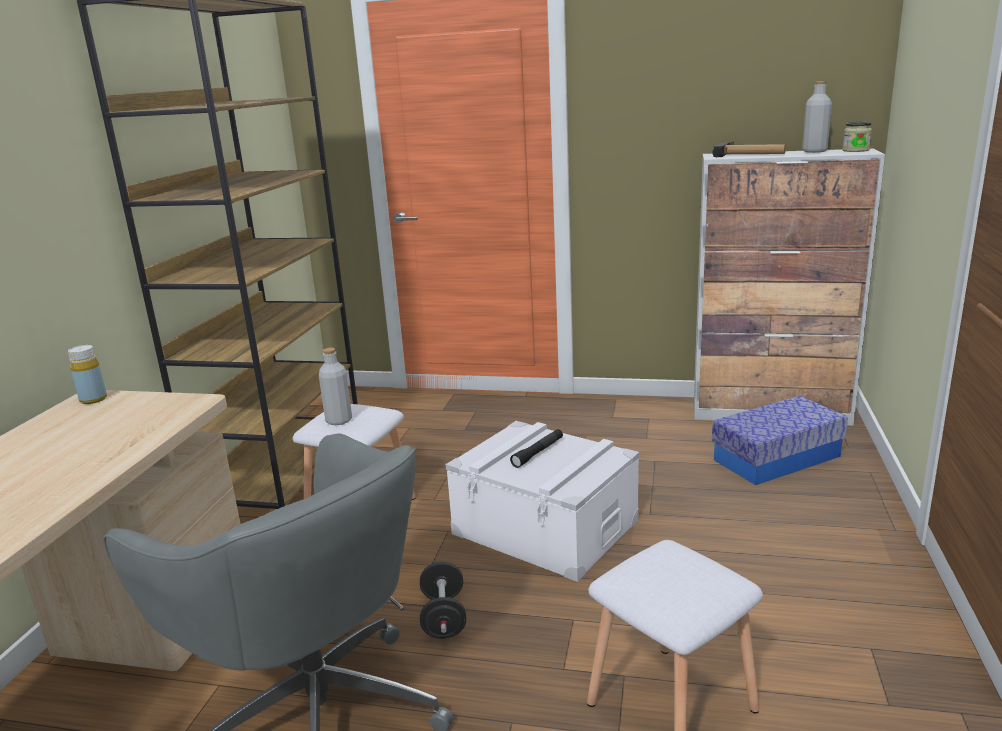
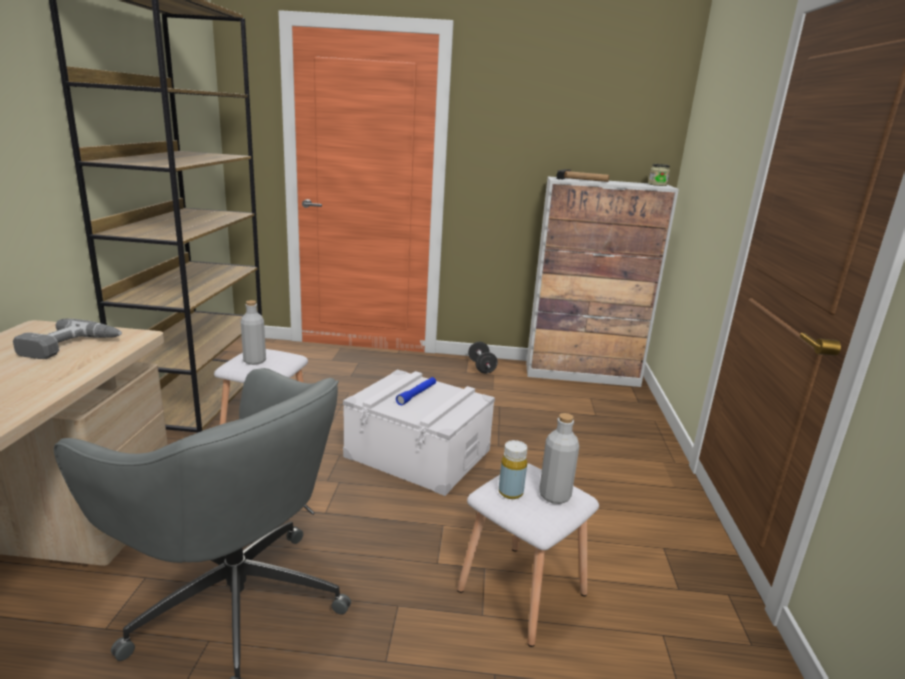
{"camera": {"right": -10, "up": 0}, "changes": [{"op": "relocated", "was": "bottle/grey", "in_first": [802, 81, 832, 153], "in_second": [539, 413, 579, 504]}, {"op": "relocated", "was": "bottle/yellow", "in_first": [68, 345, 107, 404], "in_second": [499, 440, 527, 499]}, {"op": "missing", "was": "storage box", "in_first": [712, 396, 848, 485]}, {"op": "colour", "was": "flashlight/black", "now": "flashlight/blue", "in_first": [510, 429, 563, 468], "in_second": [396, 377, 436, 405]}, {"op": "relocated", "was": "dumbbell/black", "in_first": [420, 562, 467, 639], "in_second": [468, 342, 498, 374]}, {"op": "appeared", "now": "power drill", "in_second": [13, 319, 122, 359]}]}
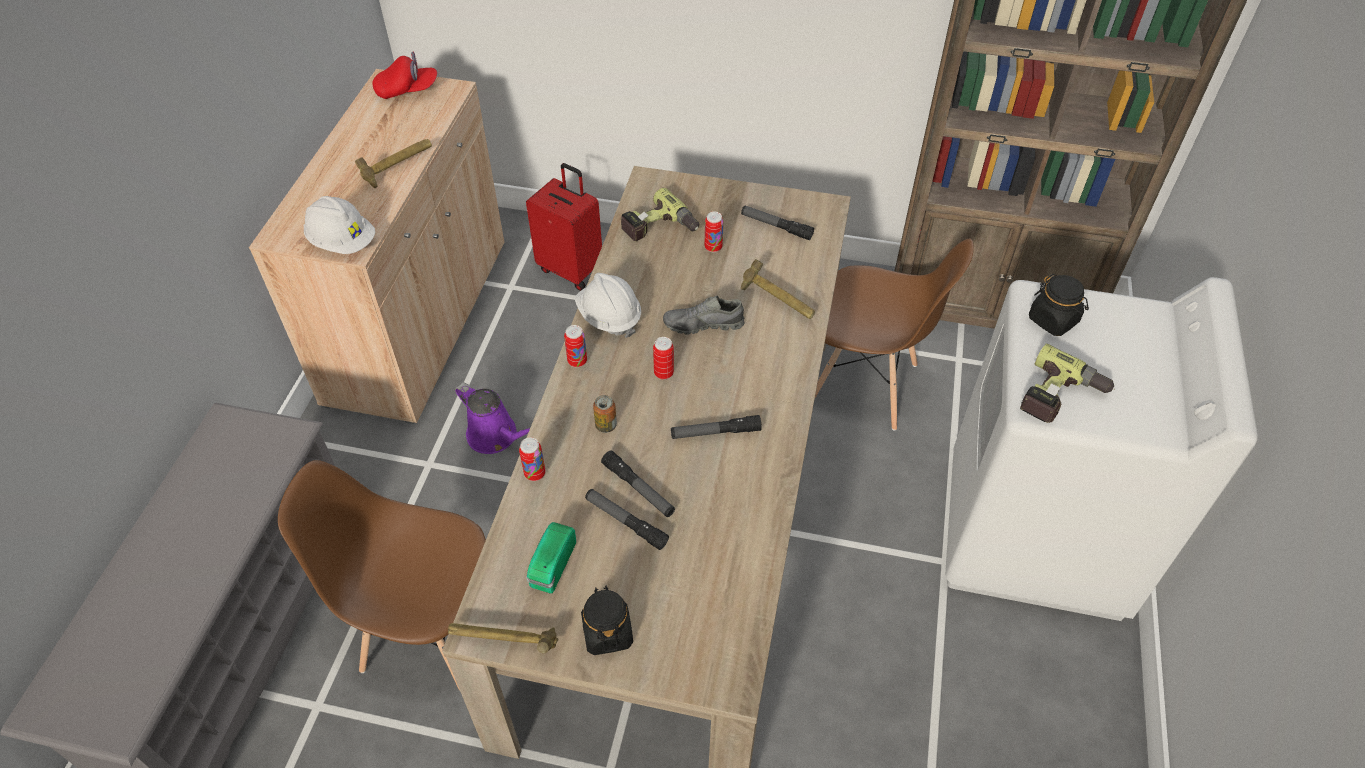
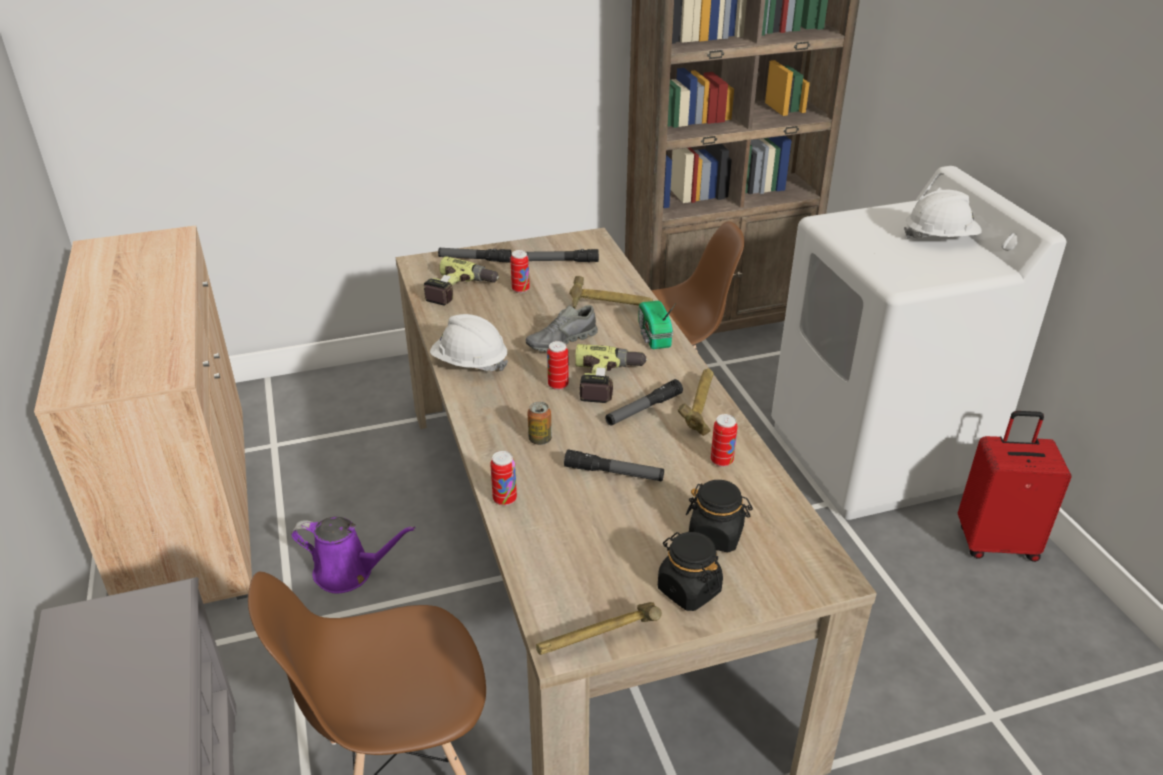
{"camera": {"right": -30, "up": -15}, "changes": [{"op": "missing", "was": "cap/red", "in_first": [372, 51, 437, 99]}, {"op": "relocated", "was": "hammer", "in_first": [355, 139, 432, 188], "in_second": [678, 368, 714, 436]}, {"op": "relocated", "was": "suitcase/red", "in_first": [526, 163, 602, 291], "in_second": [958, 411, 1072, 562]}, {"op": "relocated", "was": "hard hat/white", "in_first": [303, 196, 375, 254], "in_second": [904, 190, 982, 238]}, {"op": "relocated", "was": "jar/black", "in_first": [1029, 274, 1089, 336], "in_second": [686, 480, 753, 552]}, {"op": "relocated", "was": "can", "in_first": [564, 325, 587, 367], "in_second": [711, 414, 737, 467]}, {"op": "relocated", "was": "power drill", "in_first": [1020, 343, 1115, 423], "in_second": [575, 344, 648, 403]}, {"op": "relocated", "was": "flashlight", "in_first": [585, 489, 669, 550], "in_second": [438, 248, 512, 263]}, {"op": "relocated", "was": "radio", "in_first": [526, 522, 576, 594], "in_second": [638, 301, 676, 349]}]}
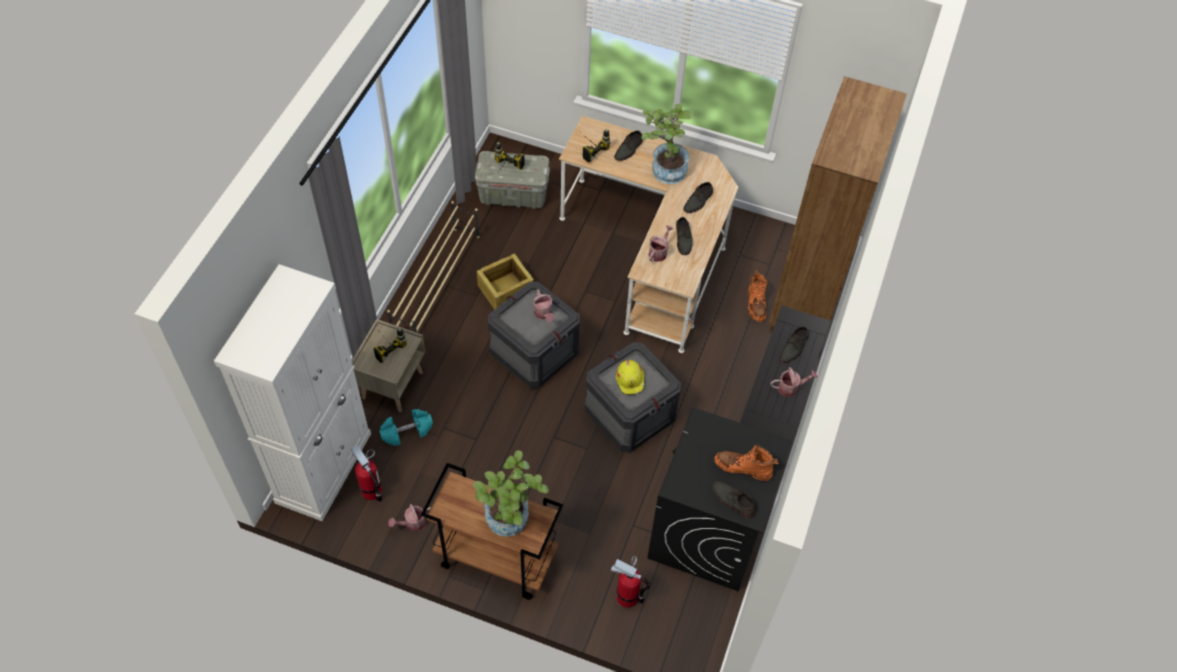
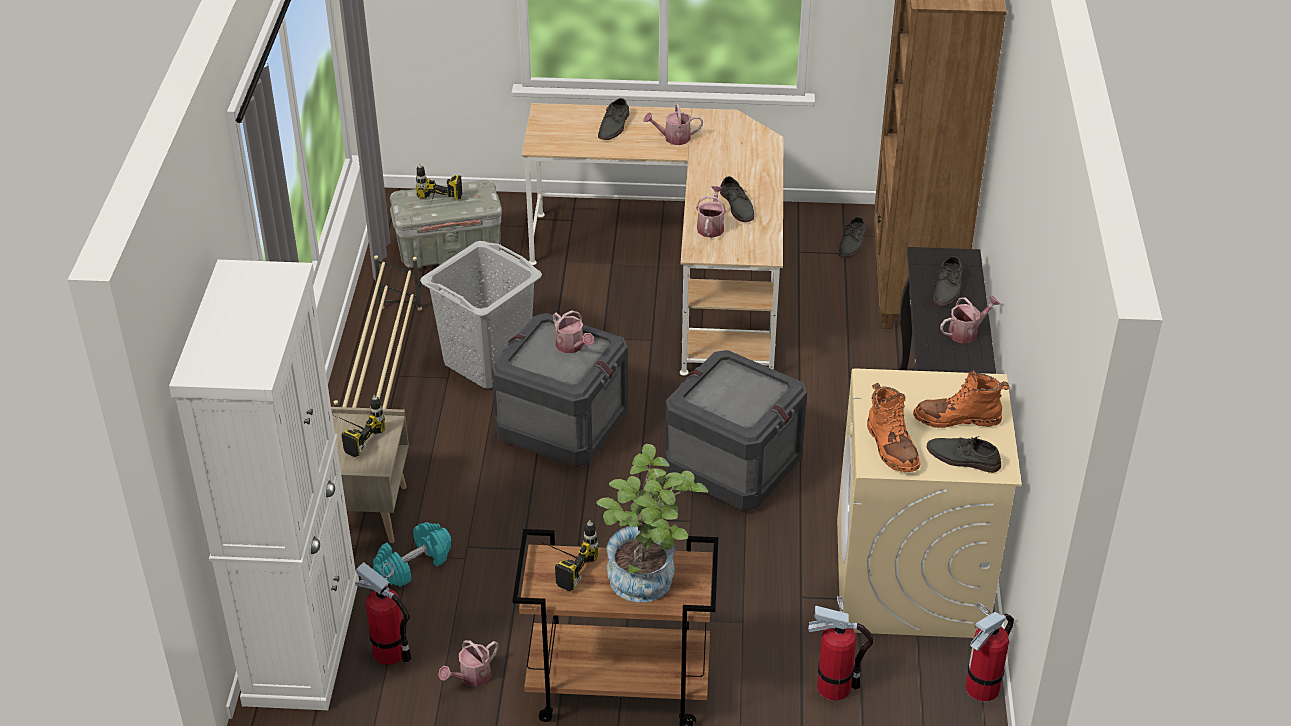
{"camera": {"right": -15, "up": -15}, "changes": [{"op": "exchanged", "was": "potted plant", "now": "watering can", "in_first": [642, 104, 694, 184], "in_second": [643, 104, 703, 145]}, {"op": "relocated", "was": "power drill", "in_first": [582, 128, 610, 162], "in_second": [539, 520, 599, 591]}, {"op": "relocated", "was": "shoe/grey", "in_first": [683, 182, 713, 213], "in_second": [838, 216, 866, 258]}, {"op": "exchanged", "was": "crate", "now": "laundry basket/grey", "in_first": [477, 253, 534, 310], "in_second": [420, 241, 542, 389]}, {"op": "relocated", "was": "boot/orange", "in_first": [748, 270, 768, 322], "in_second": [867, 383, 920, 472]}, {"op": "missing", "was": "hard hat/yellow", "in_first": [616, 360, 645, 395]}, {"op": "colour", "was": "washing machine/black", "now": "washing machine/beige", "in_first": [647, 407, 792, 591], "in_second": [837, 368, 1022, 638]}, {"op": "appeared", "now": "fire extinguisher", "in_second": [966, 602, 1014, 701]}]}
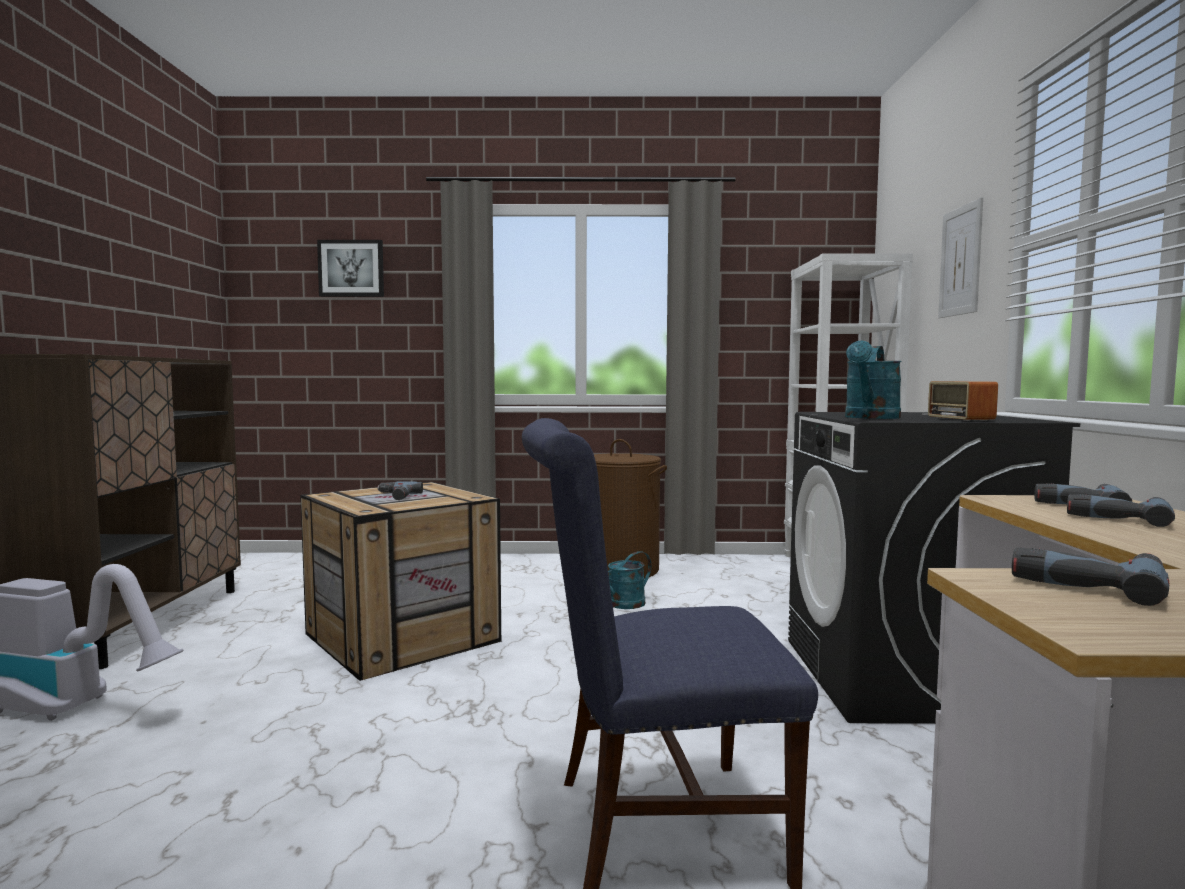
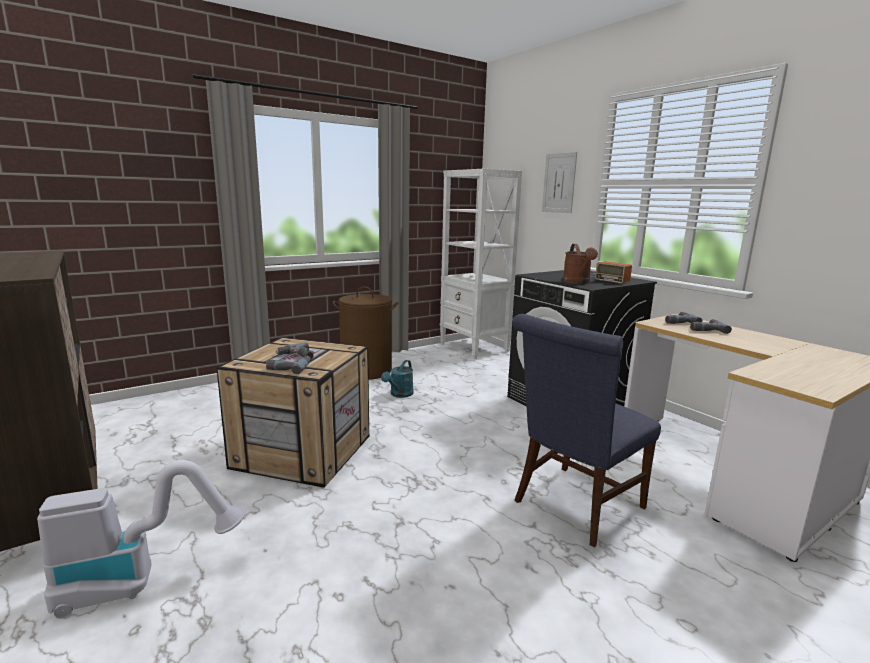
{"camera": {"right": -35, "up": 10}, "changes": [{"op": "missing", "was": "picture", "in_first": [317, 240, 384, 297]}, {"op": "colour", "was": "watering can/turquoise", "now": "watering can/brown", "in_first": [845, 341, 902, 419], "in_second": [563, 244, 598, 284]}, {"op": "relocated", "was": "power drill", "in_first": [1012, 548, 1169, 606], "in_second": [266, 356, 311, 374]}]}
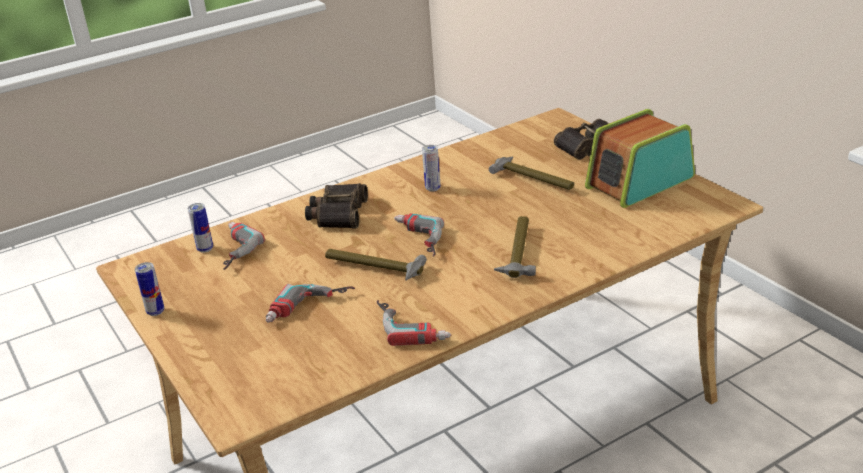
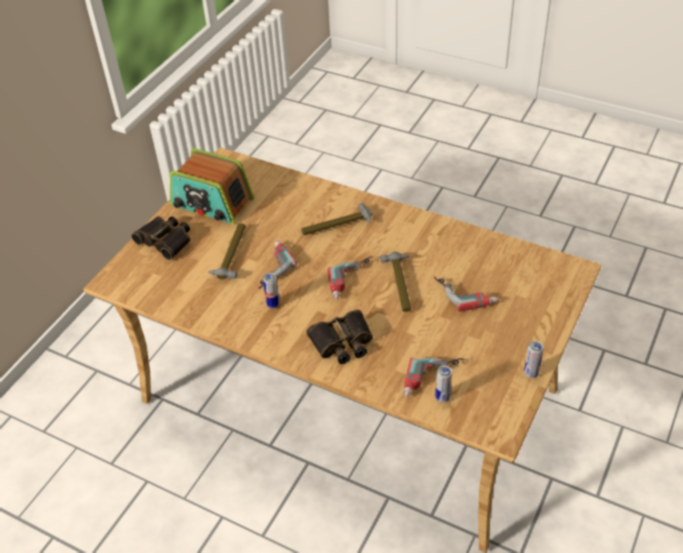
{"camera": {"right": -120, "up": 15}, "changes": [{"op": "relocated", "was": "power drill", "in_first": [377, 300, 451, 346], "in_second": [259, 241, 297, 289]}]}
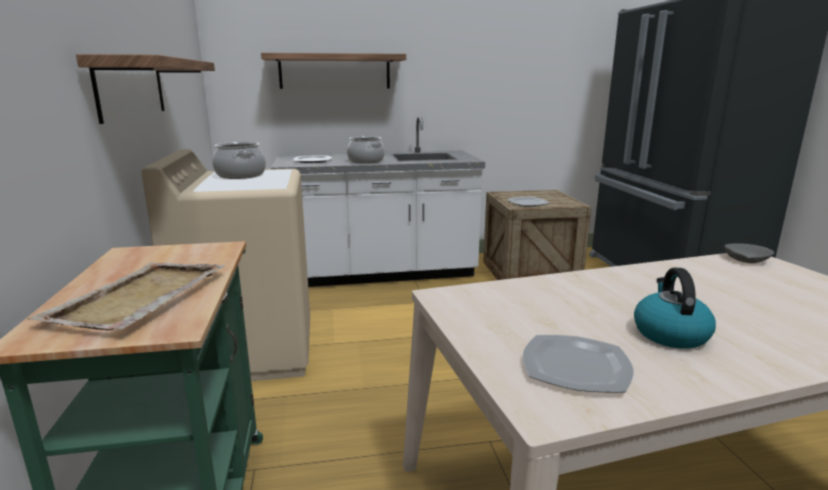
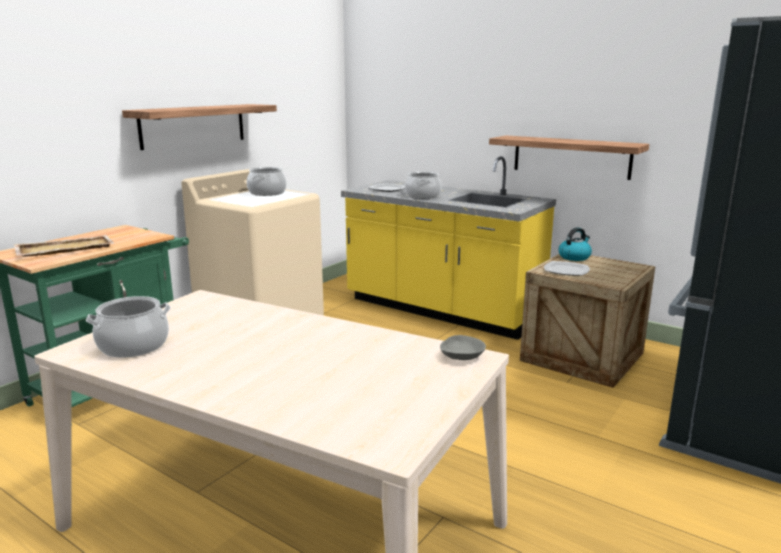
{"camera": {"right": 45, "up": 0}, "changes": [{"op": "relocated", "was": "shelf", "in_first": [261, 53, 406, 89], "in_second": [489, 136, 649, 180]}, {"op": "colour", "was": "counter/white", "now": "counter/yellow", "in_first": [271, 116, 485, 287], "in_second": [341, 156, 556, 340]}, {"op": "relocated", "was": "kettle", "in_first": [634, 268, 716, 349], "in_second": [559, 227, 592, 261]}, {"op": "exchanged", "was": "plate", "now": "cooking pot", "in_first": [523, 335, 634, 393], "in_second": [86, 296, 171, 358]}]}
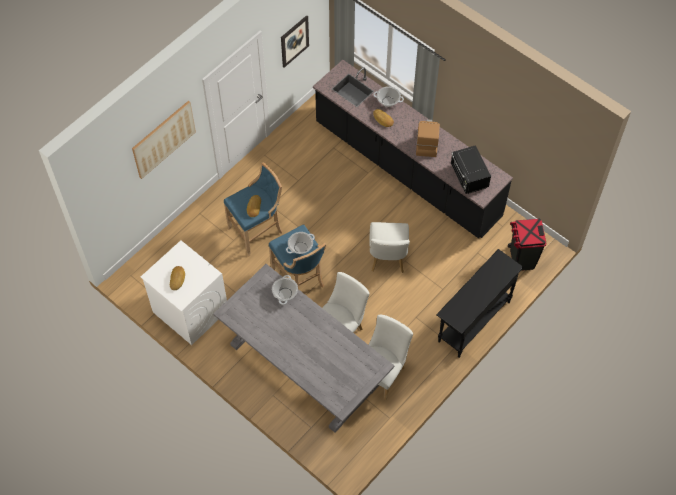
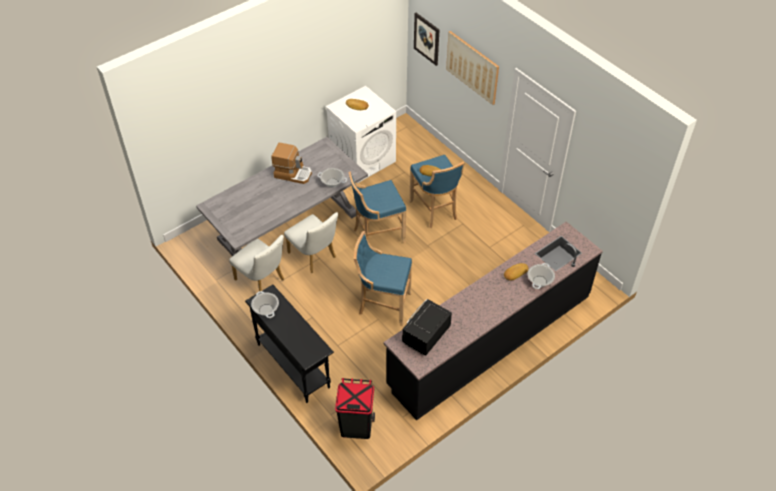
{"camera": {"right": 100, "up": -10}, "changes": [{"op": "relocated", "was": "picture", "in_first": [281, 15, 309, 68], "in_second": [414, 13, 439, 66]}, {"op": "relocated", "was": "coffee machine", "in_first": [416, 119, 440, 157], "in_second": [271, 143, 312, 184]}, {"op": "spun", "was": "microwave/black", "in_first": [451, 145, 491, 194], "in_second": [402, 299, 452, 355], "clockwise": -45}, {"op": "exchanged", "was": "chair/white", "now": "stool/blue", "in_first": [369, 222, 410, 273], "in_second": [354, 231, 412, 326]}, {"op": "relocated", "was": "cooking pot", "in_first": [286, 232, 315, 254], "in_second": [251, 291, 279, 318]}]}
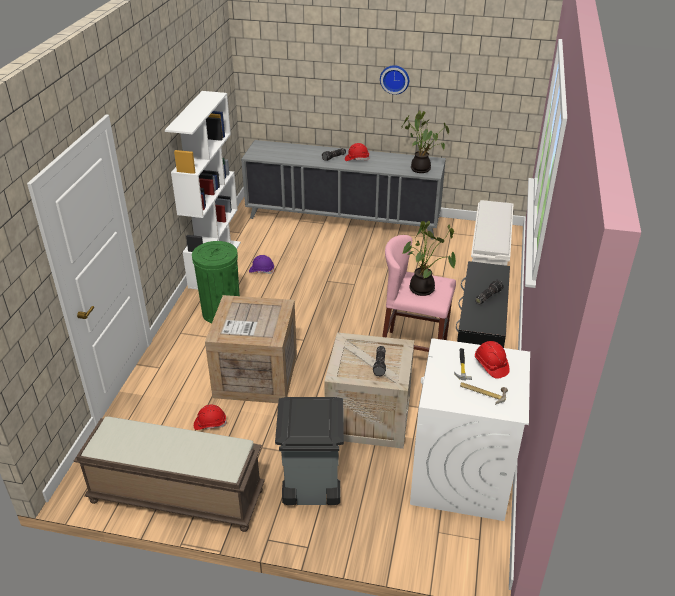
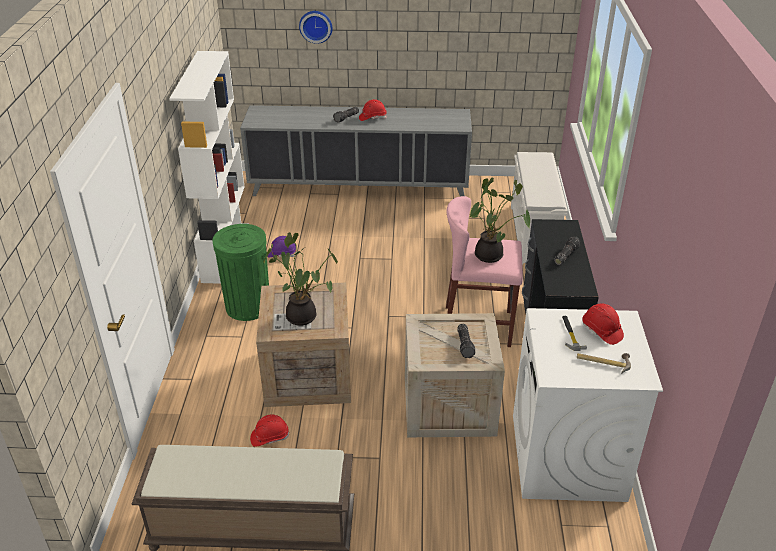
{"camera": {"right": -10, "up": 0}, "changes": [{"op": "relocated", "was": "wall clock", "in_first": [380, 65, 409, 95], "in_second": [299, 11, 332, 44]}, {"op": "relocated", "was": "potted plant", "in_first": [401, 110, 449, 173], "in_second": [263, 232, 338, 326]}, {"op": "missing", "was": "trash can/grey", "in_first": [275, 397, 344, 505]}]}
